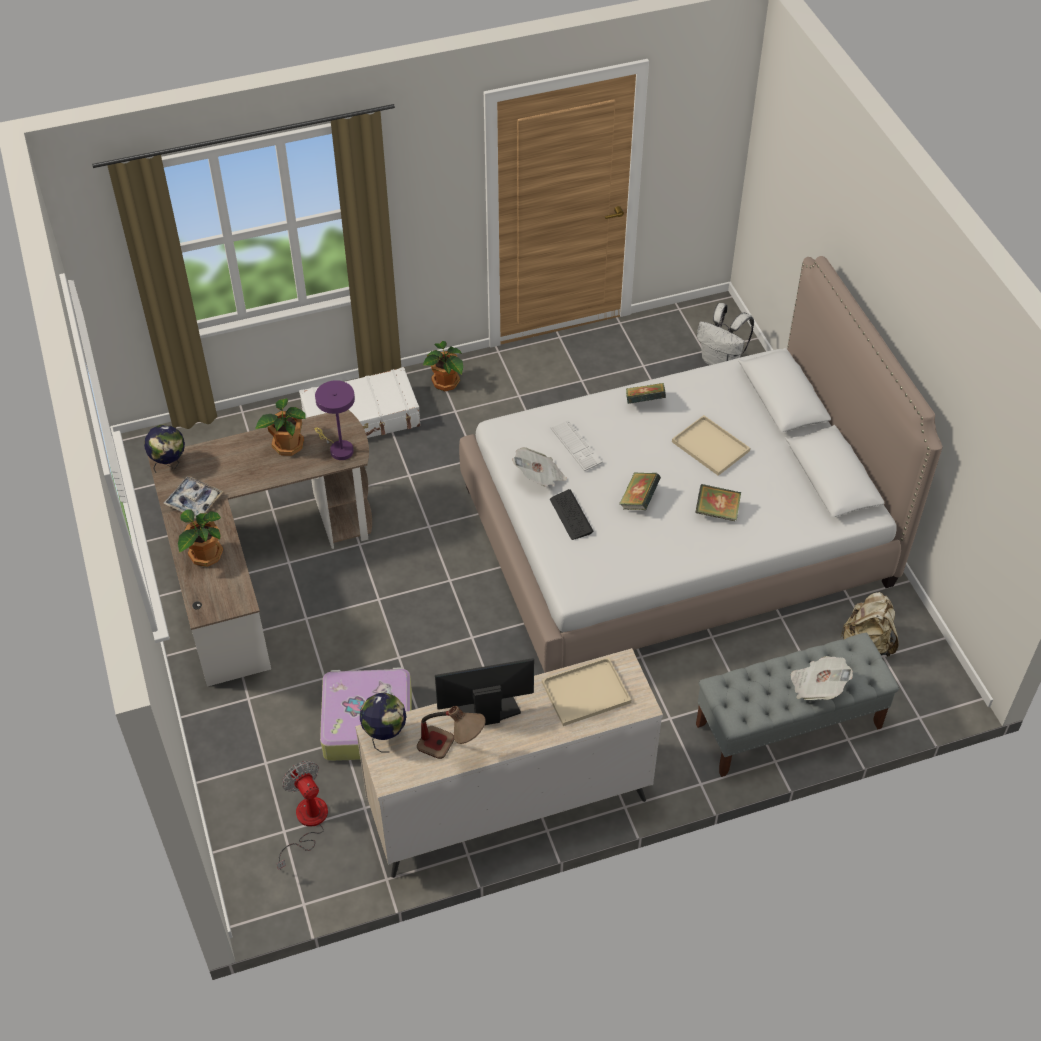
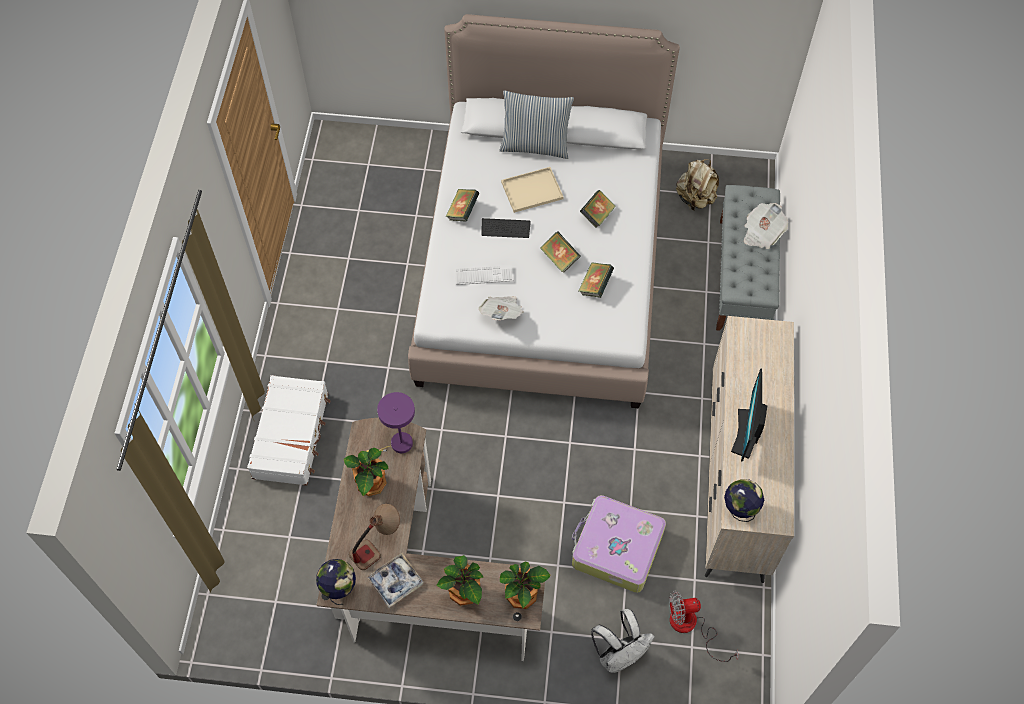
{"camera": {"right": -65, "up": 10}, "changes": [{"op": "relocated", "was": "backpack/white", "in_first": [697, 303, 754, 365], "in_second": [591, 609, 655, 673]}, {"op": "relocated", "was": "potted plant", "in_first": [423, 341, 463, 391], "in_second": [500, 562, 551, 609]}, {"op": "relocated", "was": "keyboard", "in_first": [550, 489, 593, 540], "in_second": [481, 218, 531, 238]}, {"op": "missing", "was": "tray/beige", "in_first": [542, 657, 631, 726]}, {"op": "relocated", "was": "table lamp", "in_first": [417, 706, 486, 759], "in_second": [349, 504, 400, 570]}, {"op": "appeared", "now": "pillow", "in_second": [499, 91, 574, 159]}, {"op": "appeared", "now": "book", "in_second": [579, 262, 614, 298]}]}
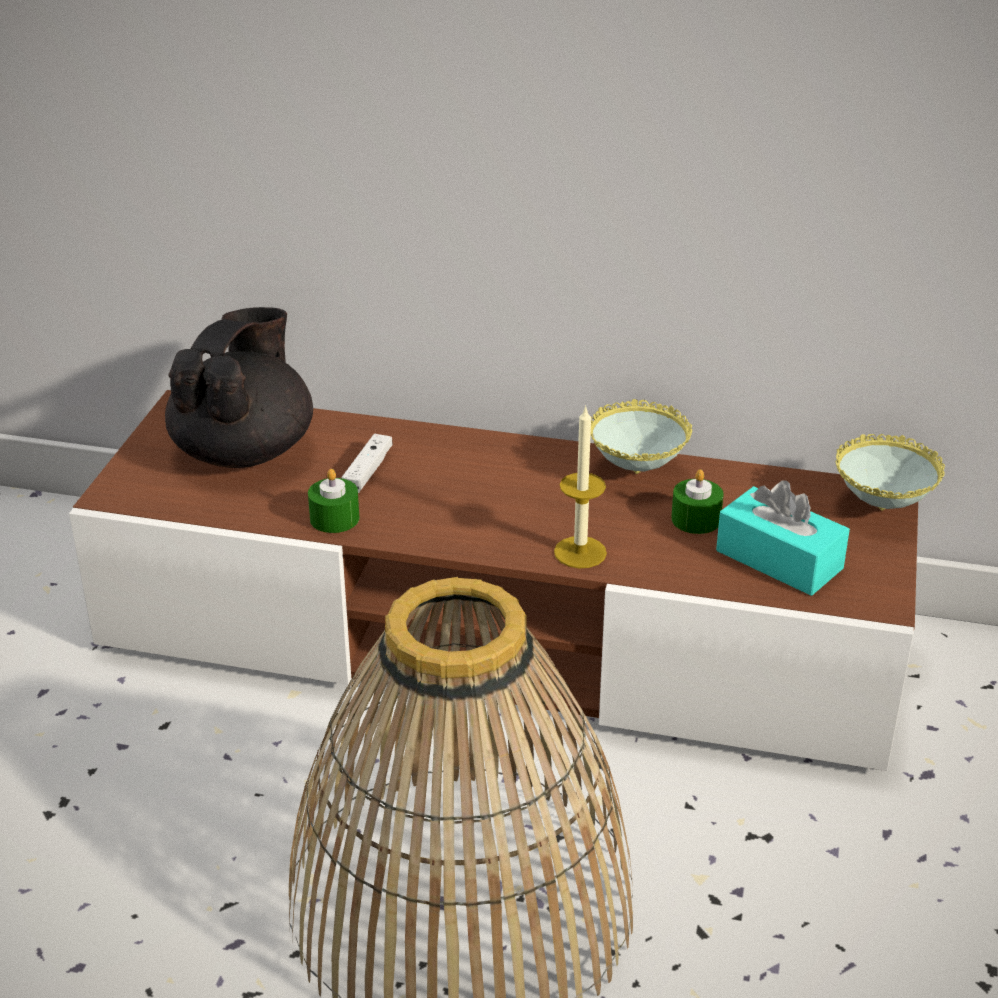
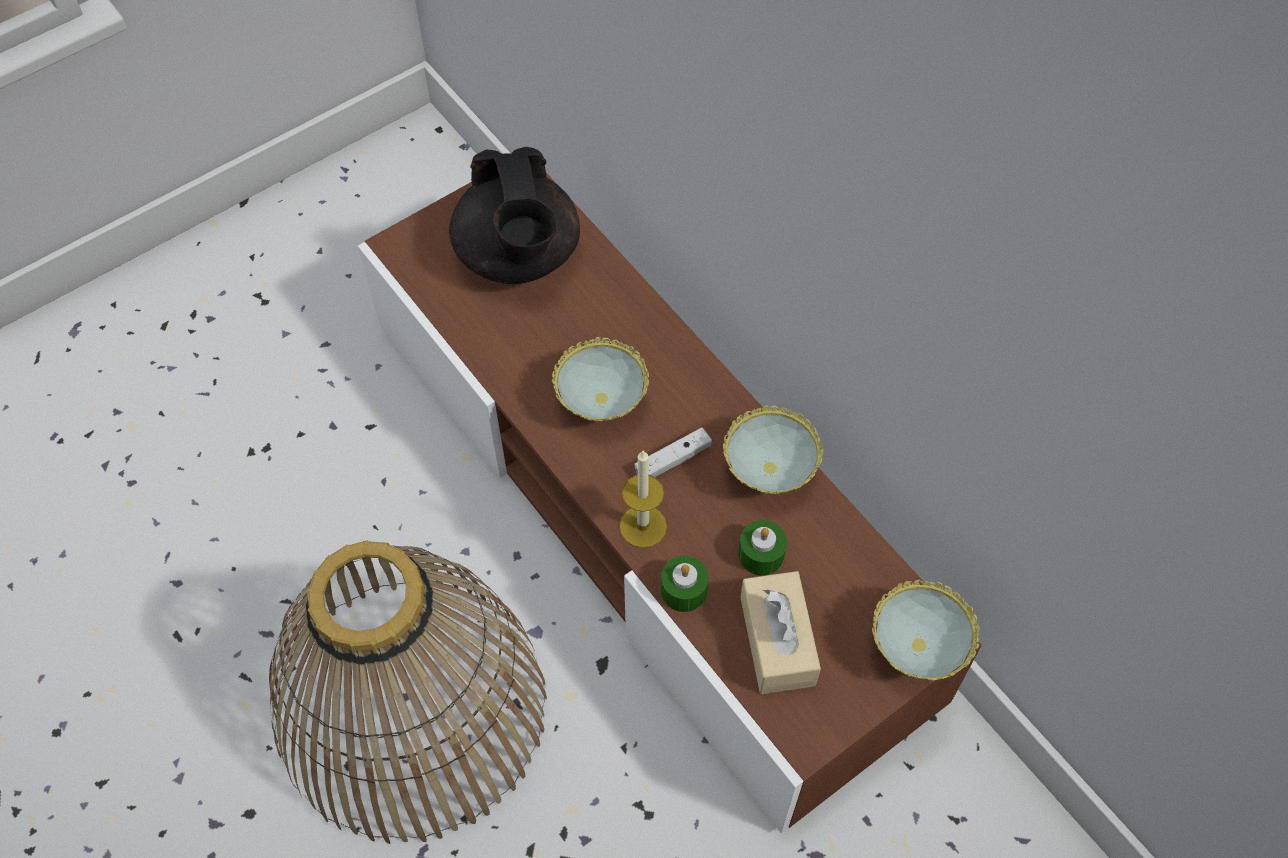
{"camera": {"right": 40, "up": 25}, "changes": [{"op": "spun", "was": "teapot/black", "in_first": [165, 307, 313, 468], "in_second": [449, 147, 580, 284], "clockwise": 105}, {"op": "relocated", "was": "game controller/white", "in_first": [342, 434, 393, 493], "in_second": [635, 427, 712, 477]}, {"op": "relocated", "was": "candle/green", "in_first": [308, 469, 359, 533], "in_second": [661, 556, 709, 612]}, {"op": "colour", "was": "tissue box/turquoise", "now": "tissue box/beige", "in_first": [716, 480, 850, 596], "in_second": [740, 571, 821, 694]}, {"op": "appeared", "now": "bowl", "in_second": [552, 337, 649, 421]}]}
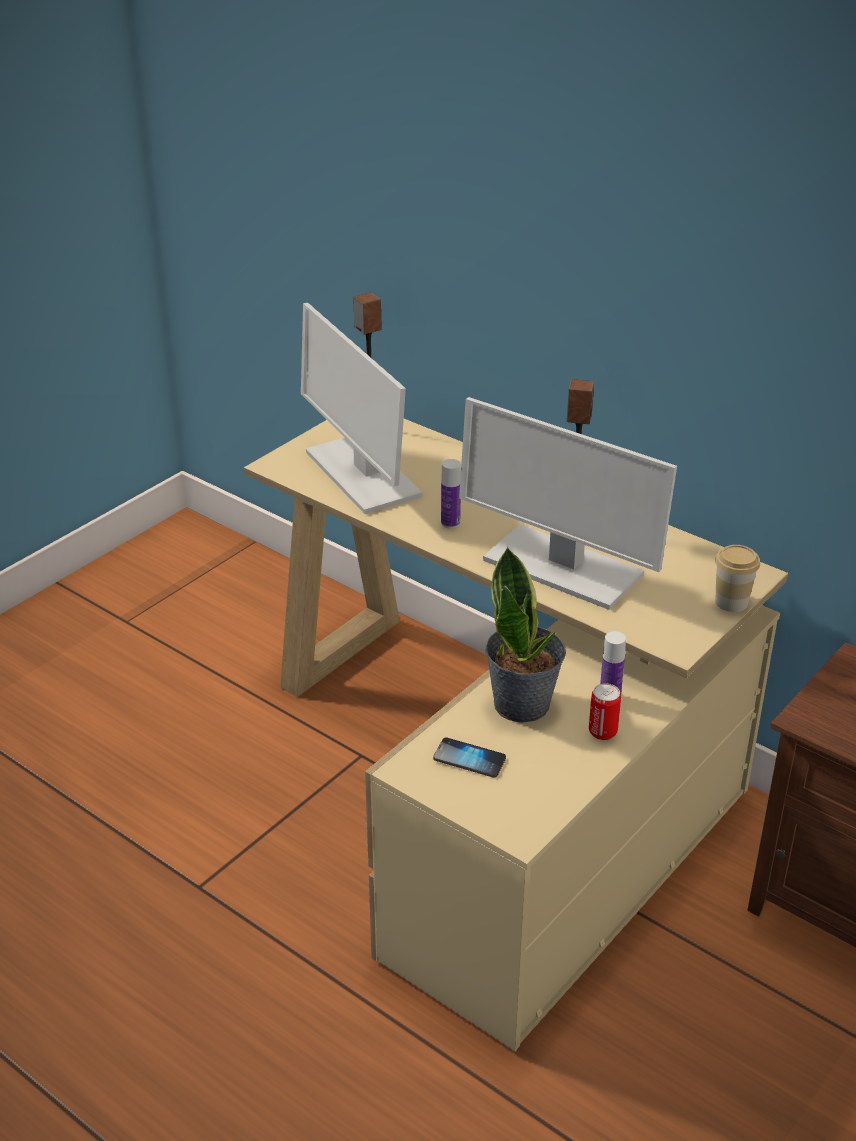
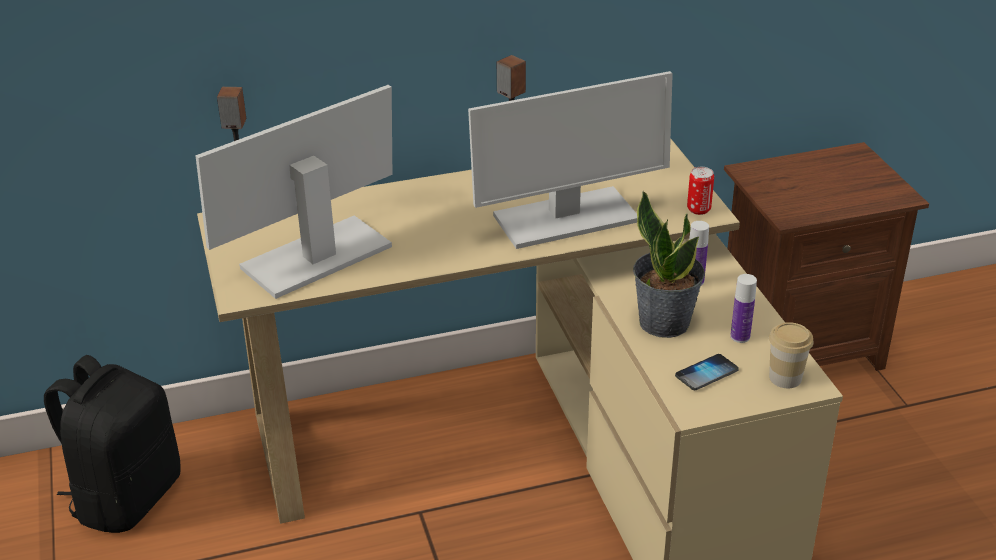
{"camera": {"right": -55, "up": 0}, "changes": [{"op": "spun", "was": "monitor", "in_first": [301, 303, 423, 514], "in_second": [195, 85, 392, 299], "clockwise": 135}, {"op": "relocated", "was": "bottle", "in_first": [441, 459, 461, 528], "in_second": [730, 274, 757, 343]}, {"op": "relocated", "was": "cup", "in_first": [715, 545, 760, 612], "in_second": [769, 322, 813, 388]}, {"op": "relocated", "was": "can", "in_first": [589, 683, 621, 740], "in_second": [687, 167, 714, 215]}, {"op": "appeared", "now": "backpack/black", "in_second": [44, 355, 181, 533]}]}
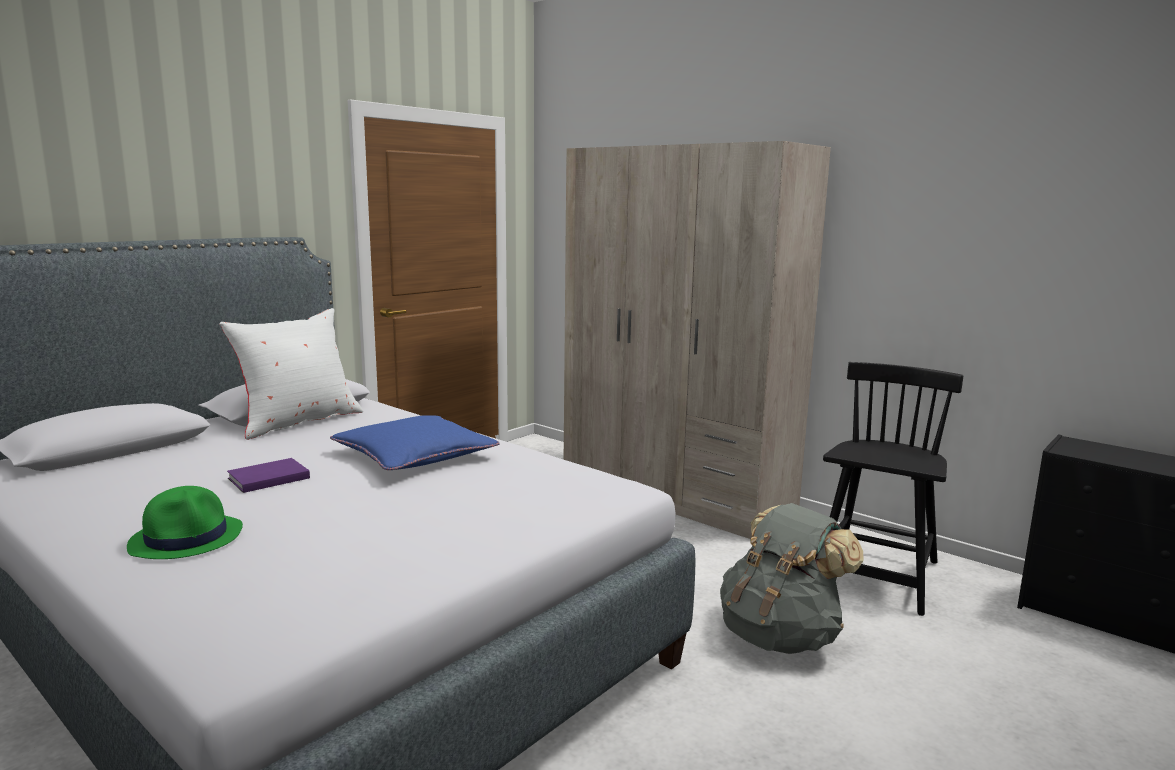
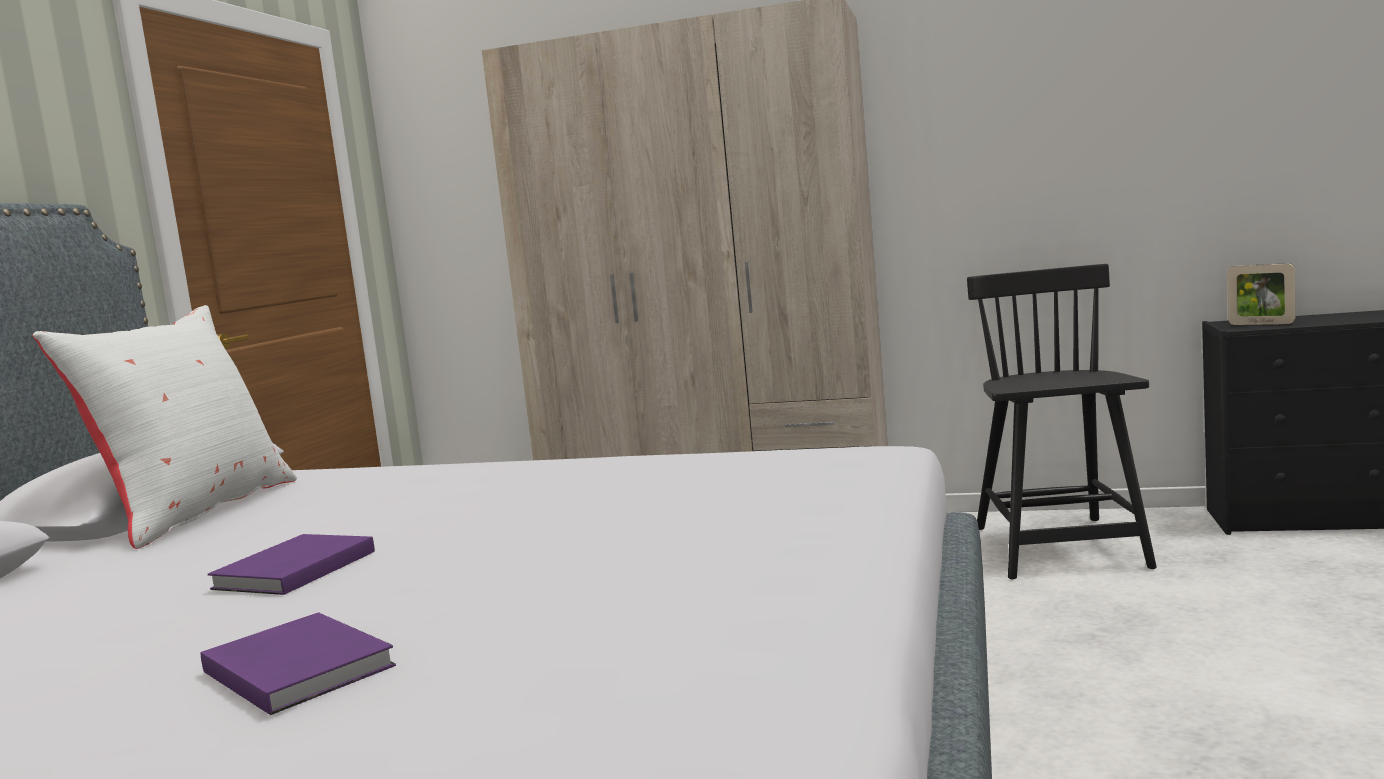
{"camera": {"right": -25, "up": -5}, "changes": [{"op": "missing", "was": "pillow/blue", "in_first": [330, 415, 500, 470]}, {"op": "exchanged", "was": "hat/green", "now": "book/purple", "in_first": [127, 486, 243, 559], "in_second": [201, 612, 396, 715]}, {"op": "missing", "was": "backpack/grey", "in_first": [720, 503, 864, 654]}, {"op": "appeared", "now": "picture frame", "in_second": [1227, 263, 1296, 325]}]}
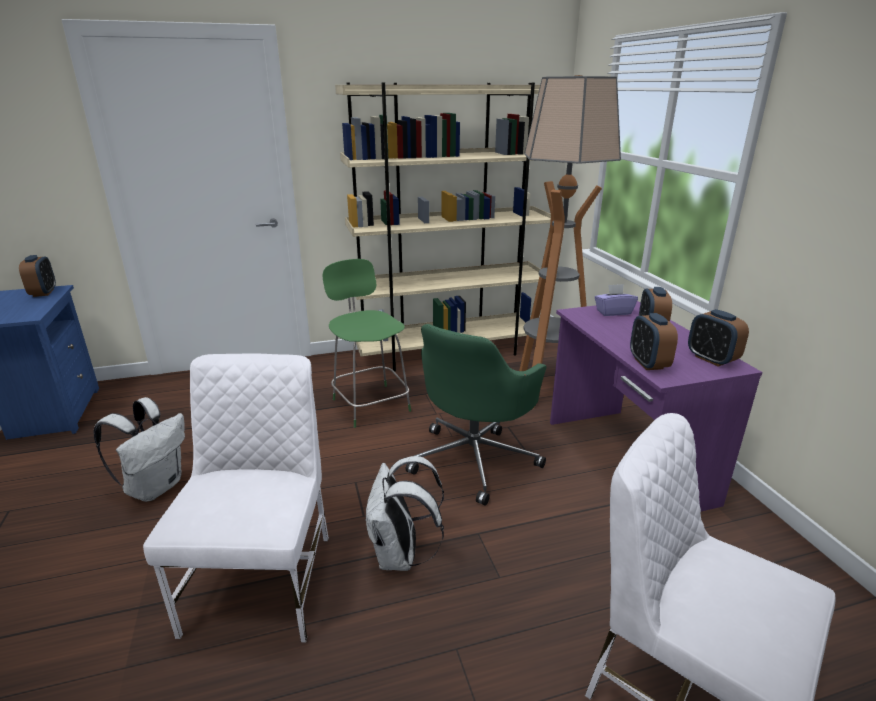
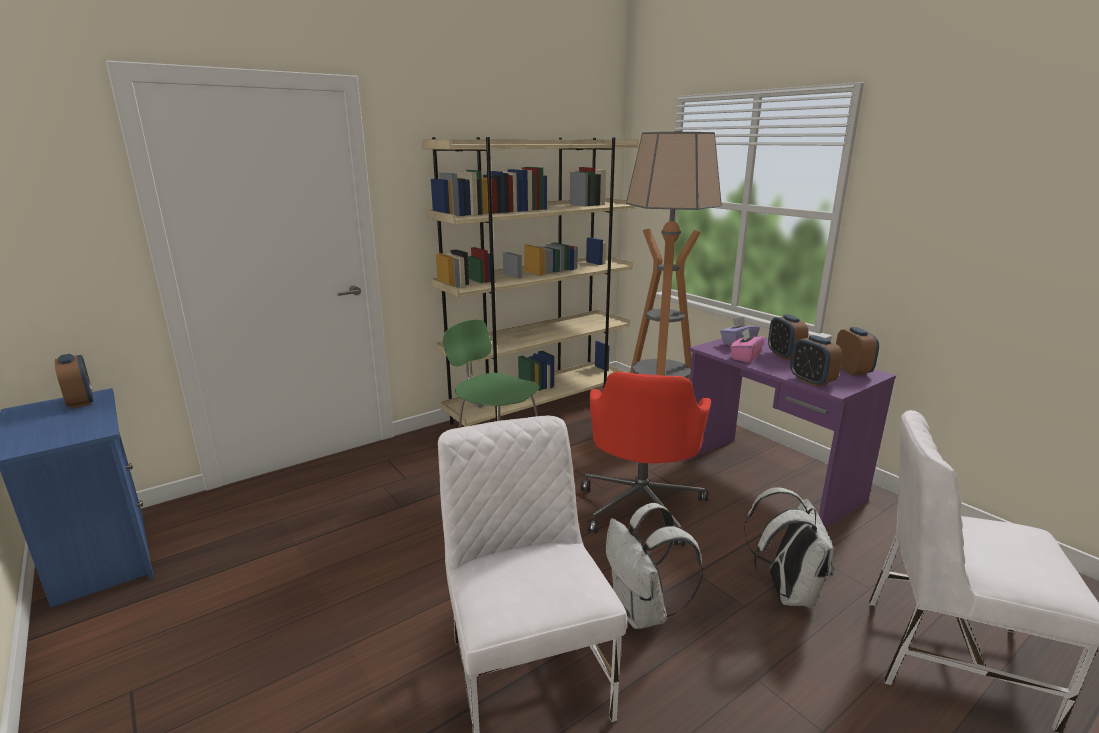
{"camera": {"right": -20, "up": -5}, "changes": [{"op": "spun", "was": "alarm clock", "in_first": [688, 309, 749, 367], "in_second": [836, 327, 879, 375], "clockwise": -135}, {"op": "colour", "was": "office chair/green", "now": "office chair/red", "in_first": [406, 324, 547, 506], "in_second": [581, 371, 711, 546]}, {"op": "relocated", "was": "backpack/white", "in_first": [94, 397, 185, 502], "in_second": [744, 487, 834, 608]}, {"op": "appeared", "now": "tissue box/pink", "in_second": [730, 329, 764, 363]}]}
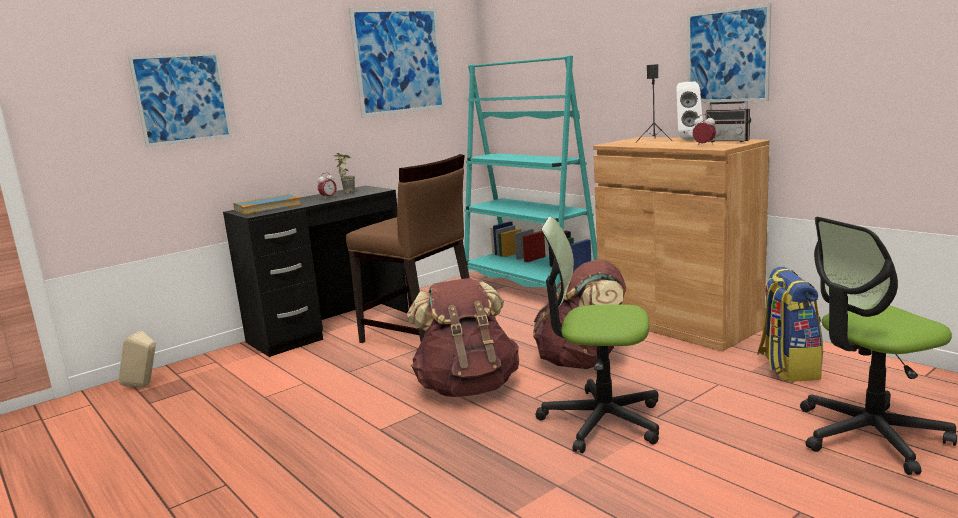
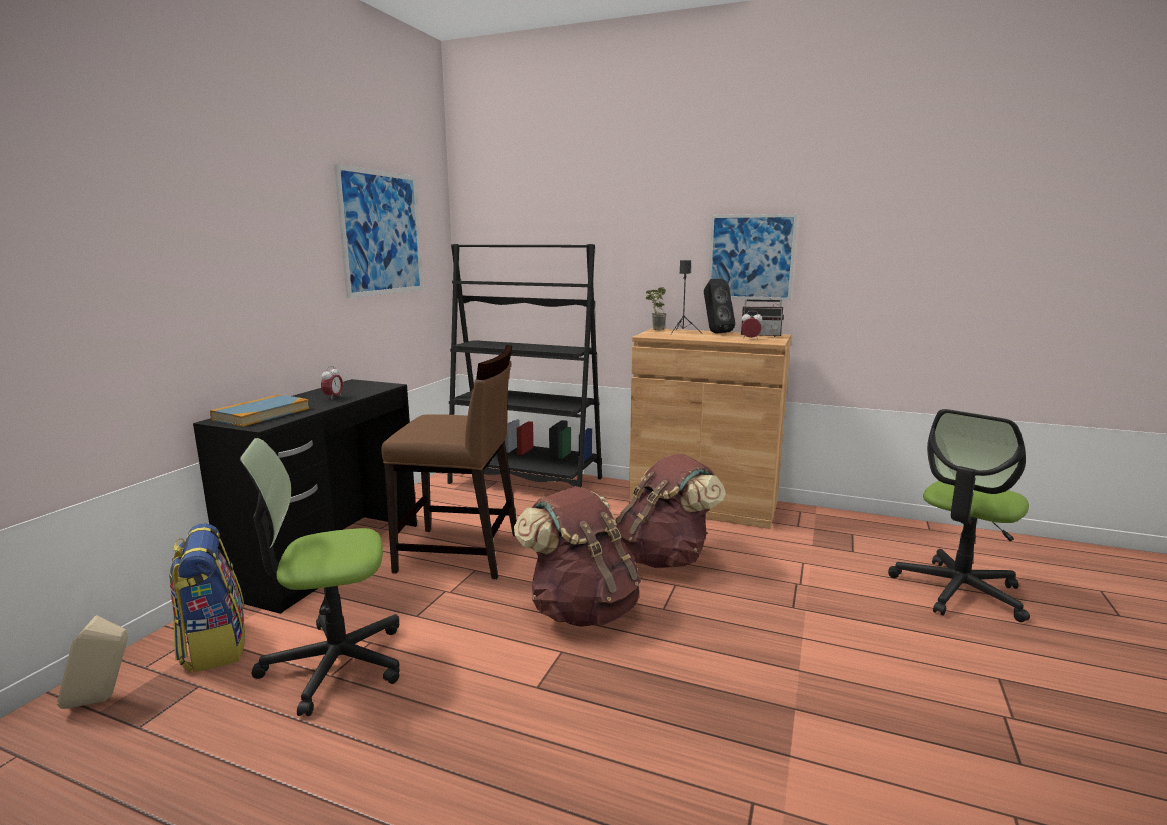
{"camera": {"right": -30, "up": 0}, "changes": [{"op": "missing", "was": "picture", "in_first": [128, 52, 232, 147]}, {"op": "colour", "was": "bookcase/turquoise", "now": "bookcase/black", "in_first": [464, 55, 597, 293], "in_second": [447, 244, 602, 488]}, {"op": "colour", "was": "speaker/white", "now": "speaker/black", "in_first": [676, 82, 703, 140], "in_second": [704, 279, 735, 333]}, {"op": "relocated", "was": "potted plant", "in_first": [334, 153, 355, 193], "in_second": [646, 287, 666, 331]}, {"op": "relocated", "was": "office chair", "in_first": [535, 217, 659, 453], "in_second": [240, 438, 399, 716]}, {"op": "relocated", "was": "backpack", "in_first": [757, 267, 823, 382], "in_second": [169, 523, 245, 673]}]}
